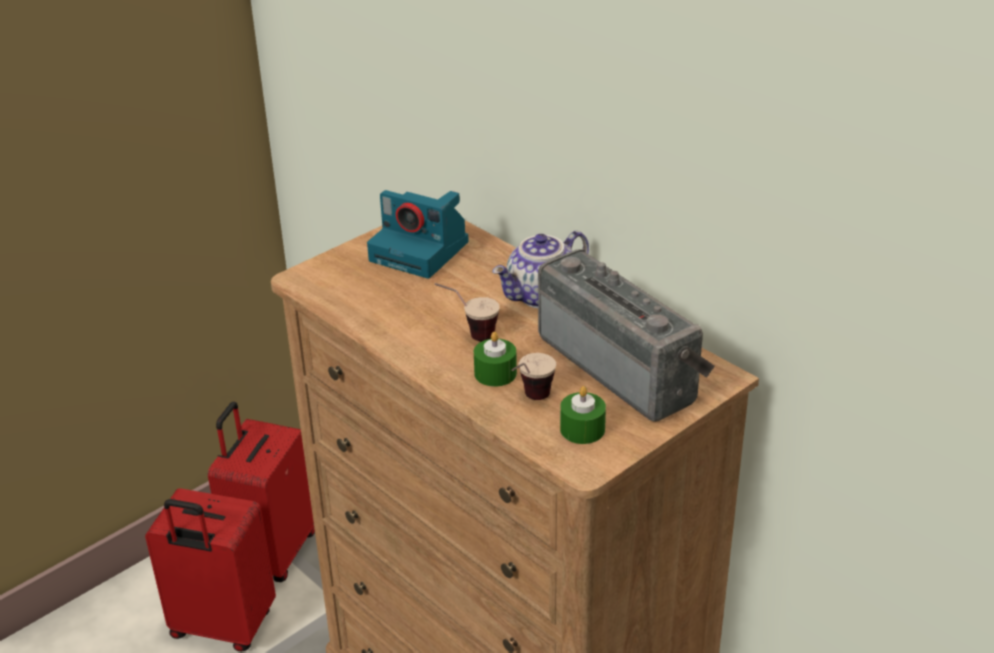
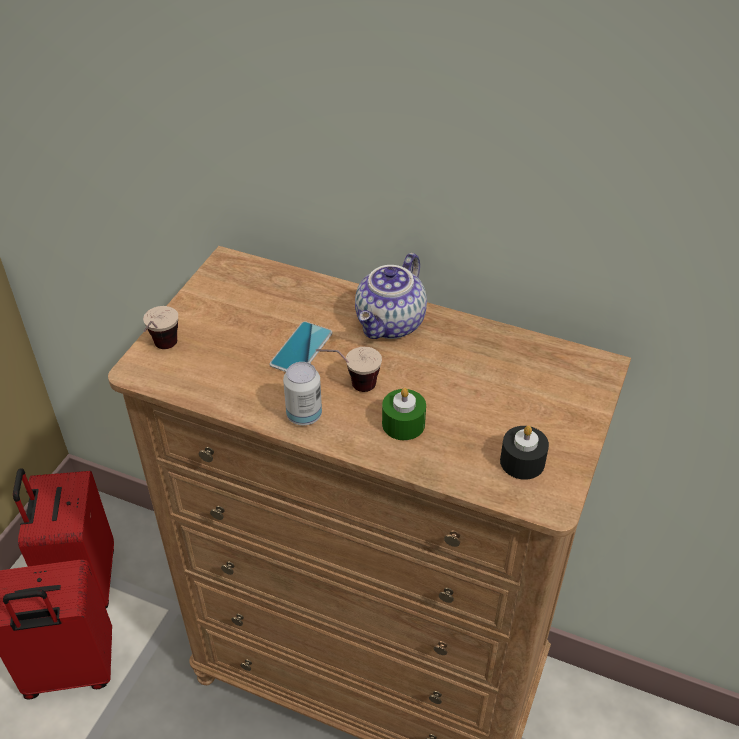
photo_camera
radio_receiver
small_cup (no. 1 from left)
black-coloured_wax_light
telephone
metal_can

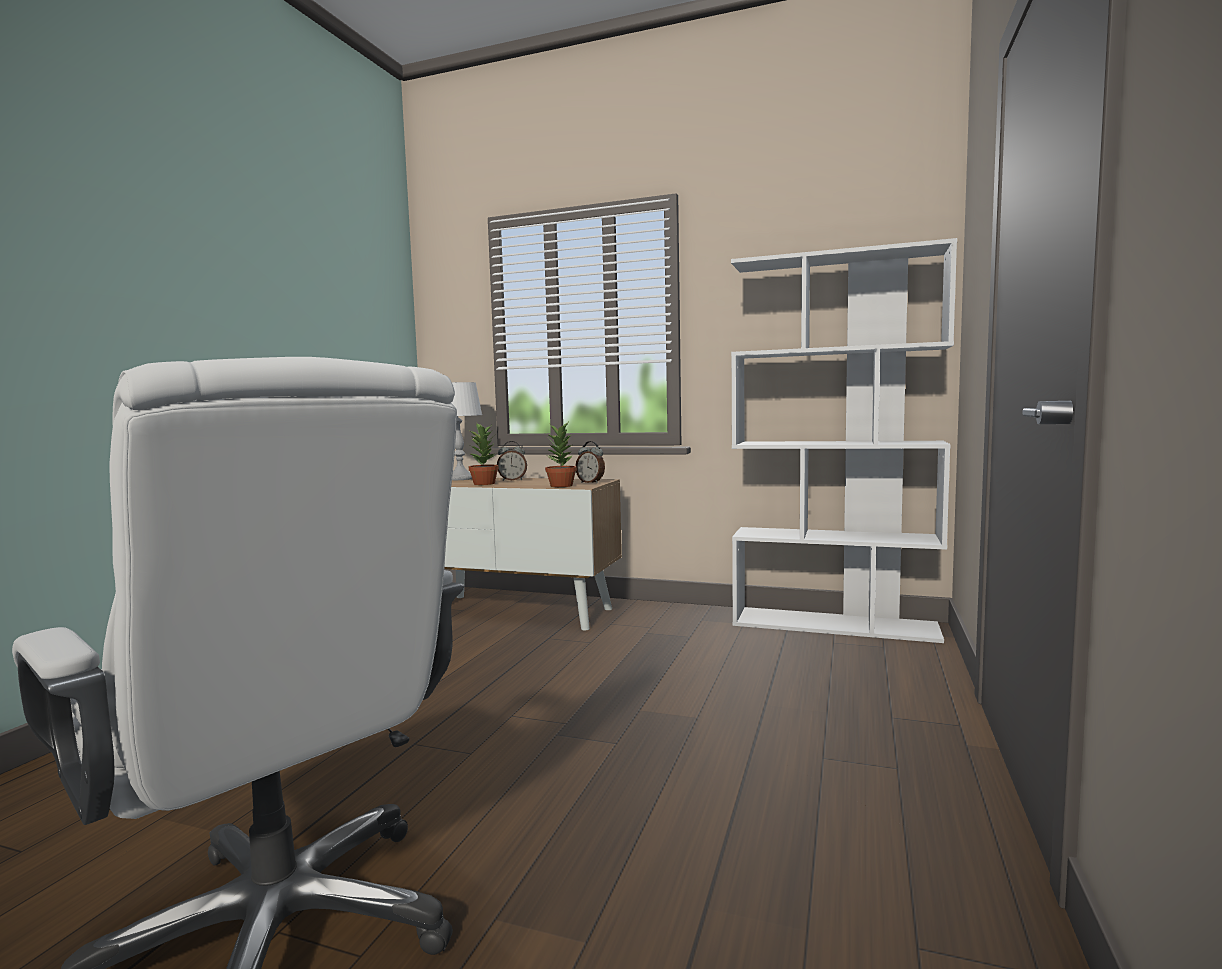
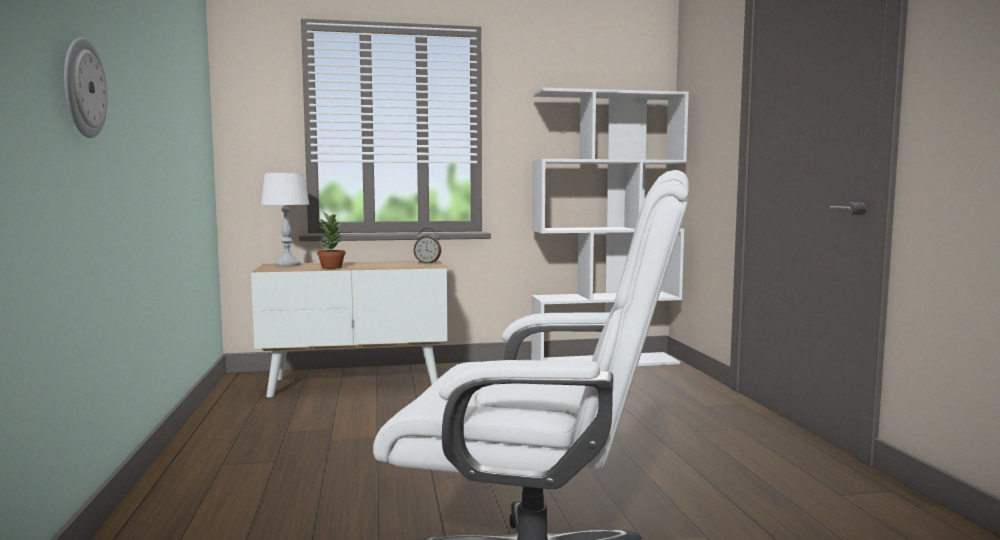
potted_plant (no. 2 from left in the first image)
alarm_clock (no. 1 from left in the first image)
clock_on_the_wall

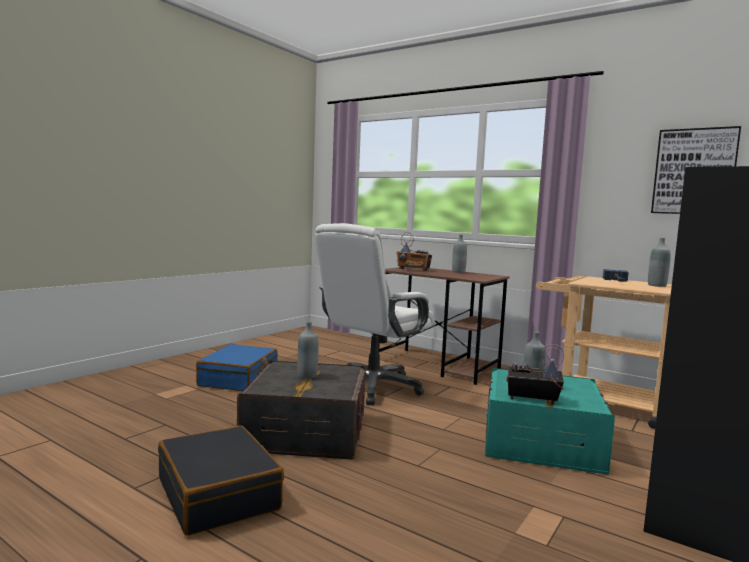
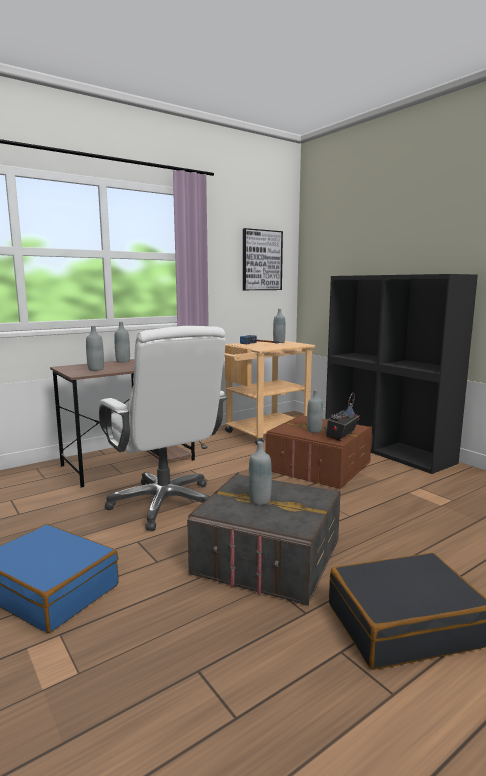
gray_drink_bottle (no. 1 from left)
brown_storage_container

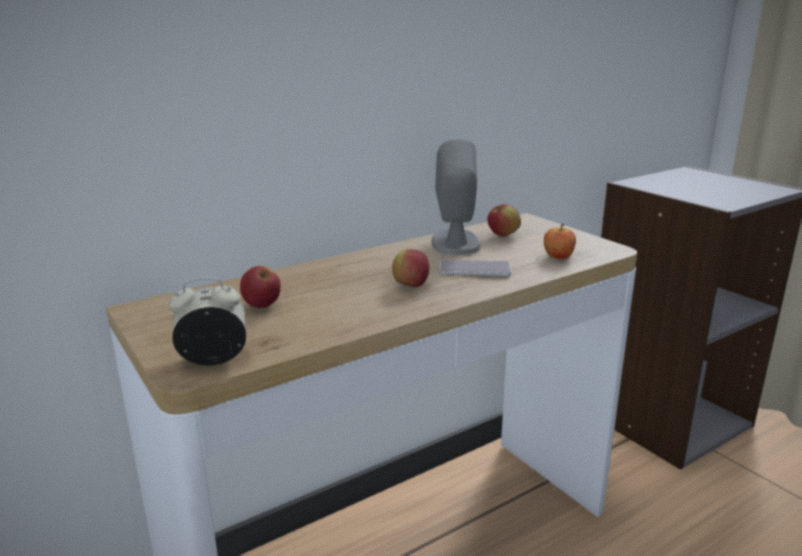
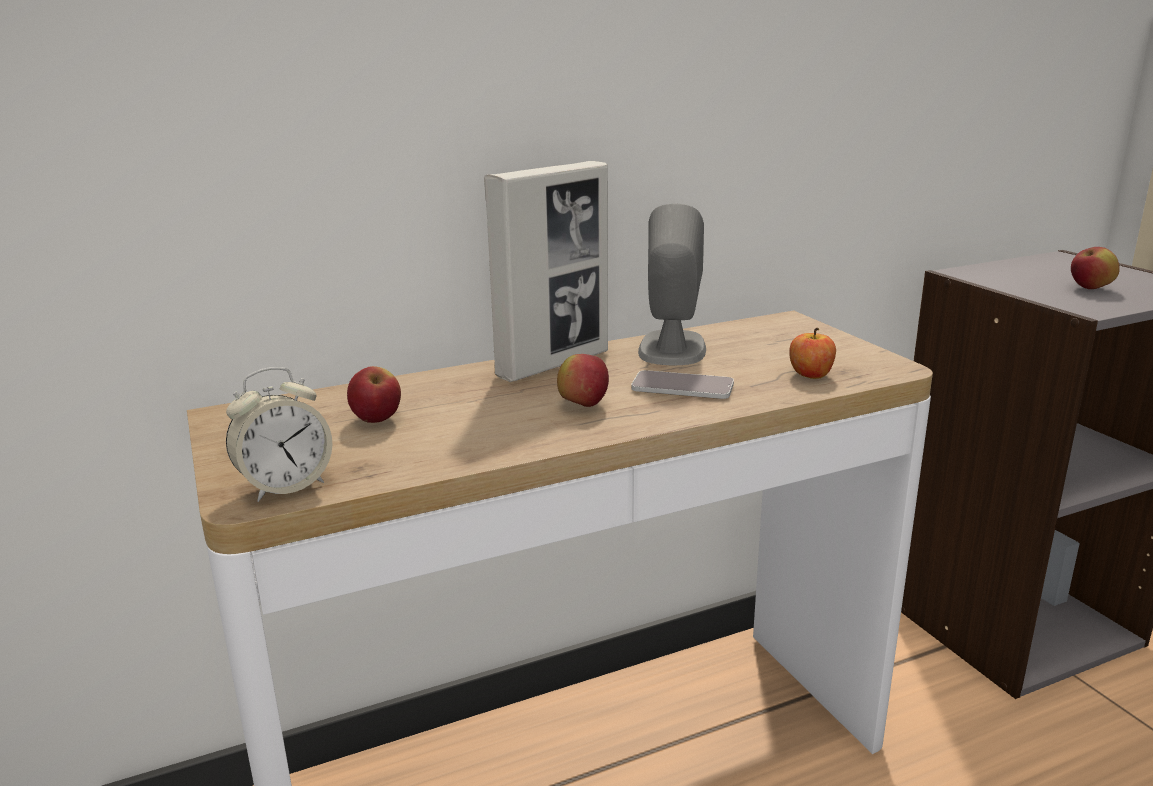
apple (no. 4 from left)
alarm_clock
picture_frame

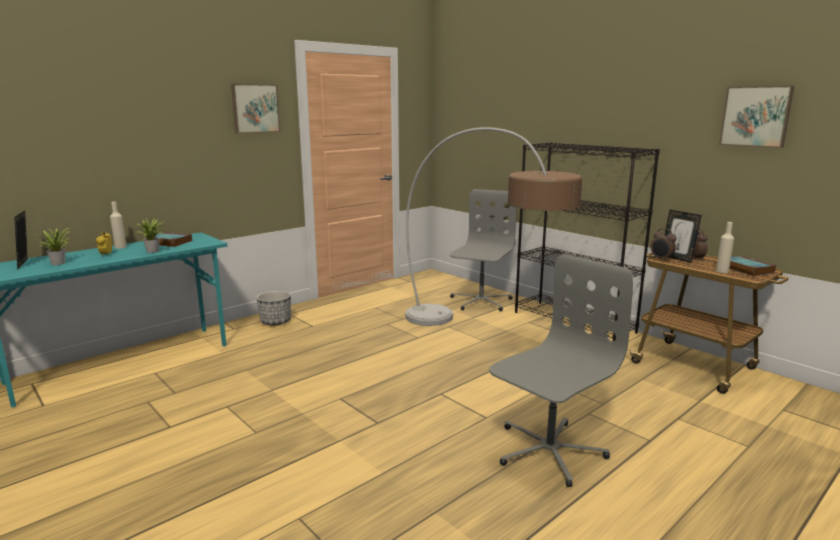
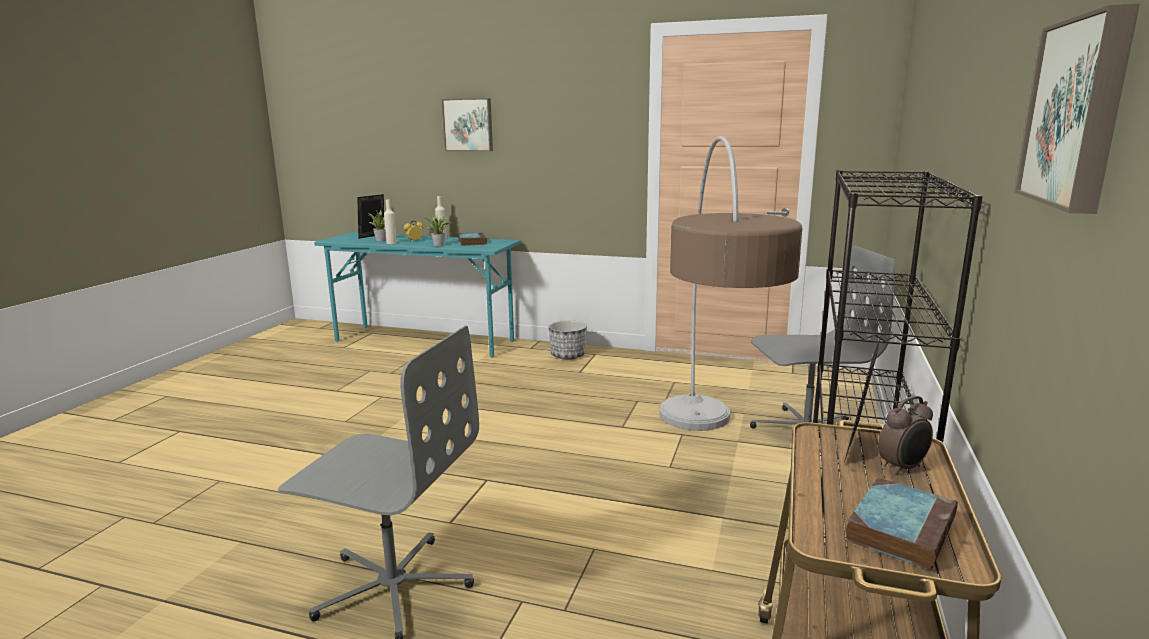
picture (no. 1 from left)
beige_drink_bottle (no. 1 from left)
alarm_clock (no. 2 from left in the first image)

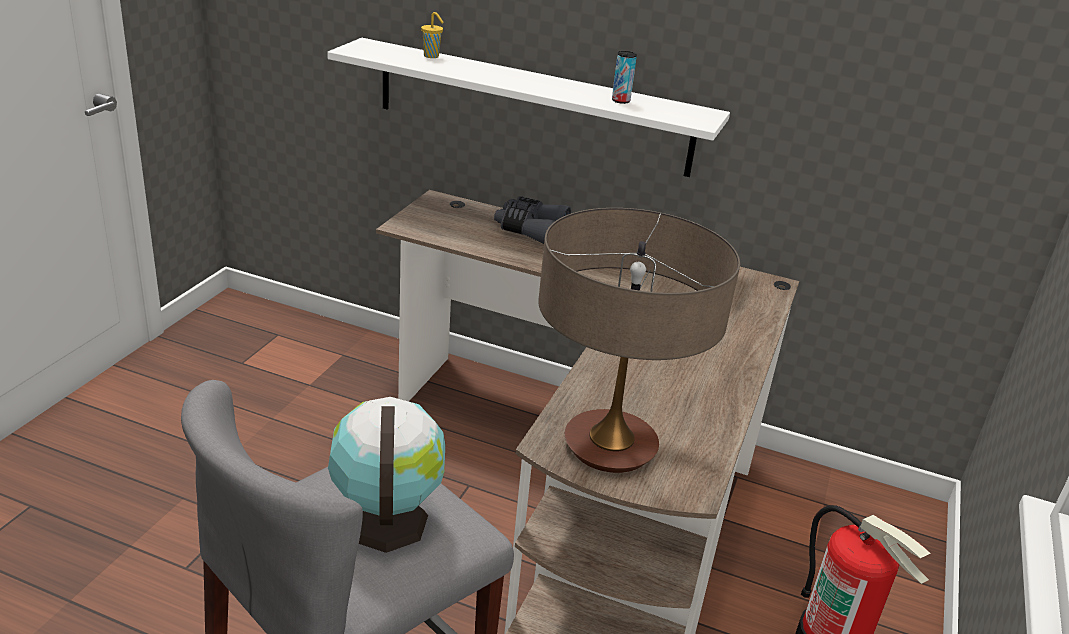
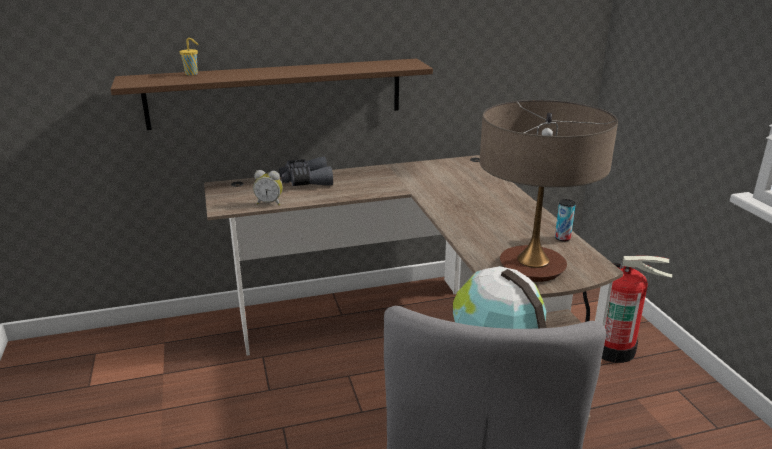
brown_bracket_shelf
metal_can
alarm_clock

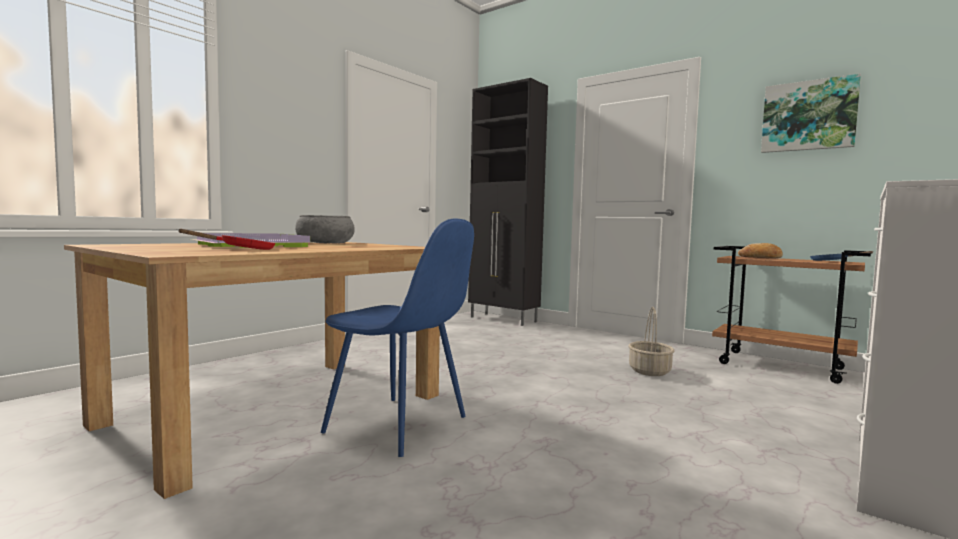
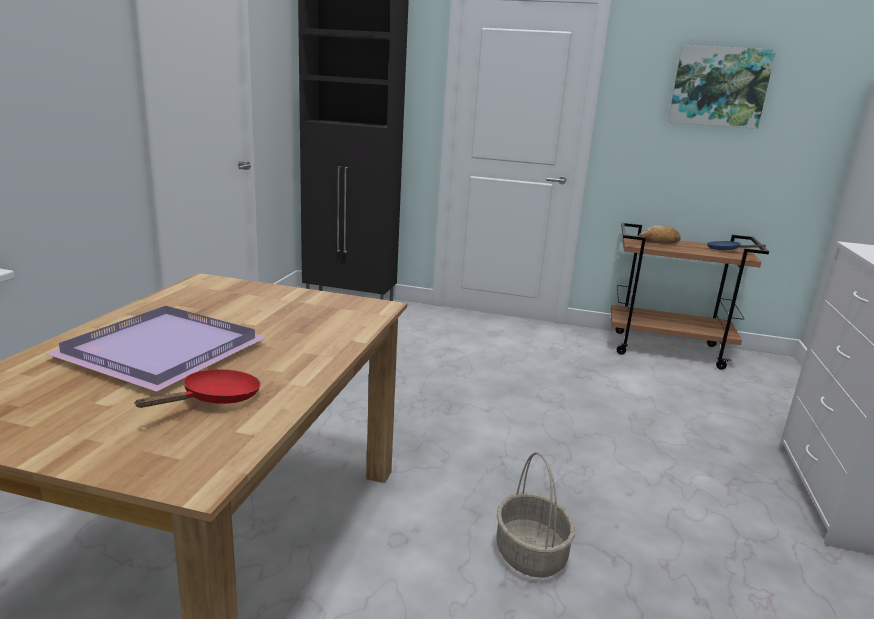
gray_bowl
blue_upright_chair
basket

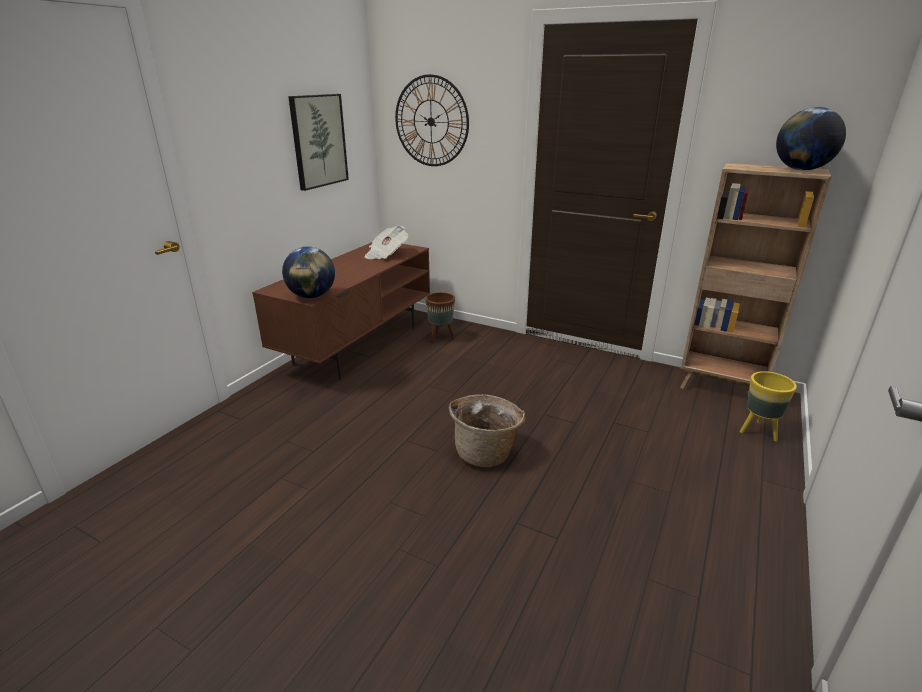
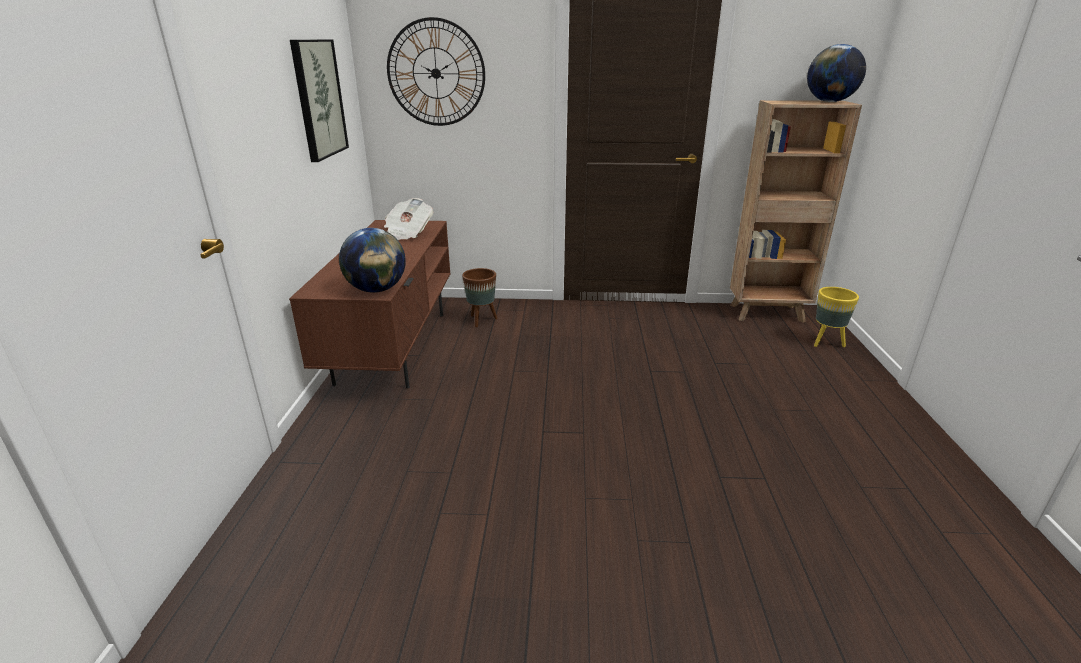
basket

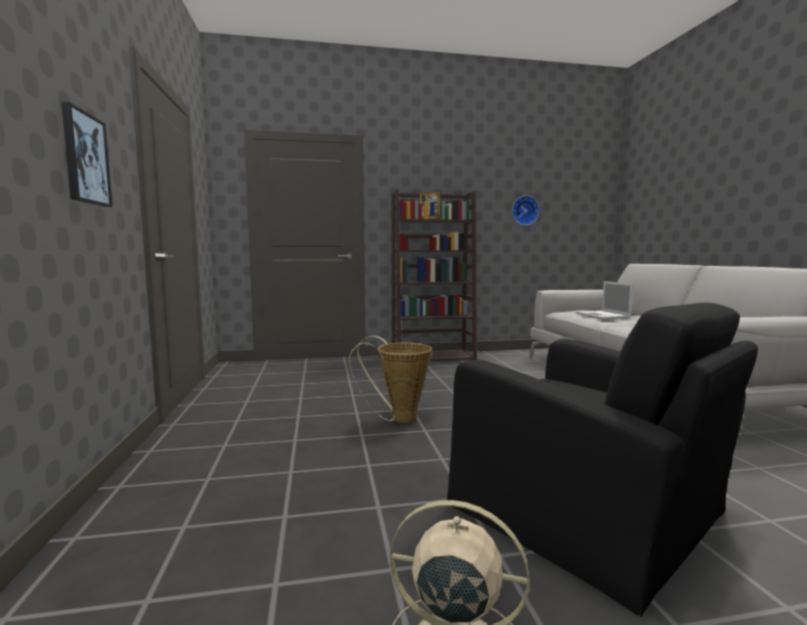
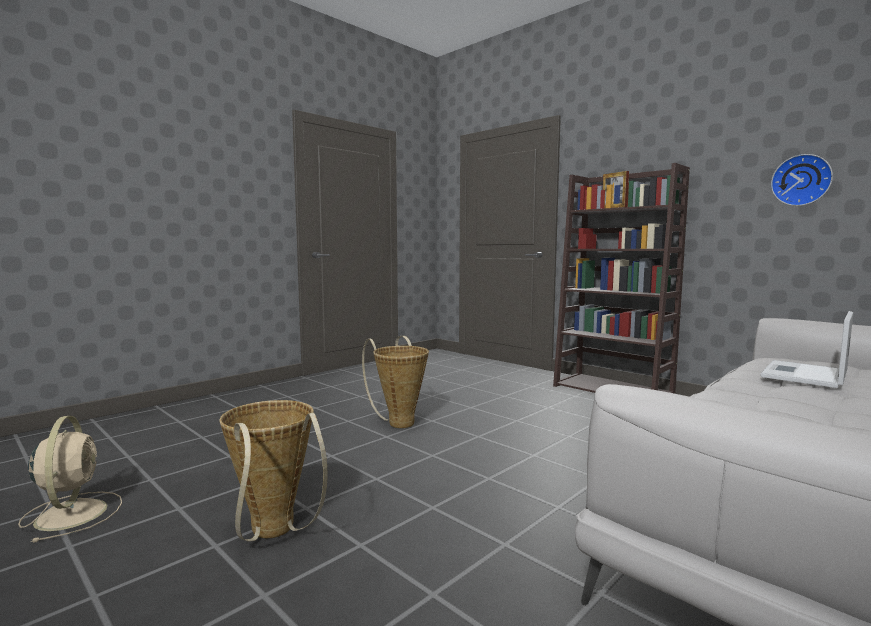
picture
basket (no. 1 from left)

